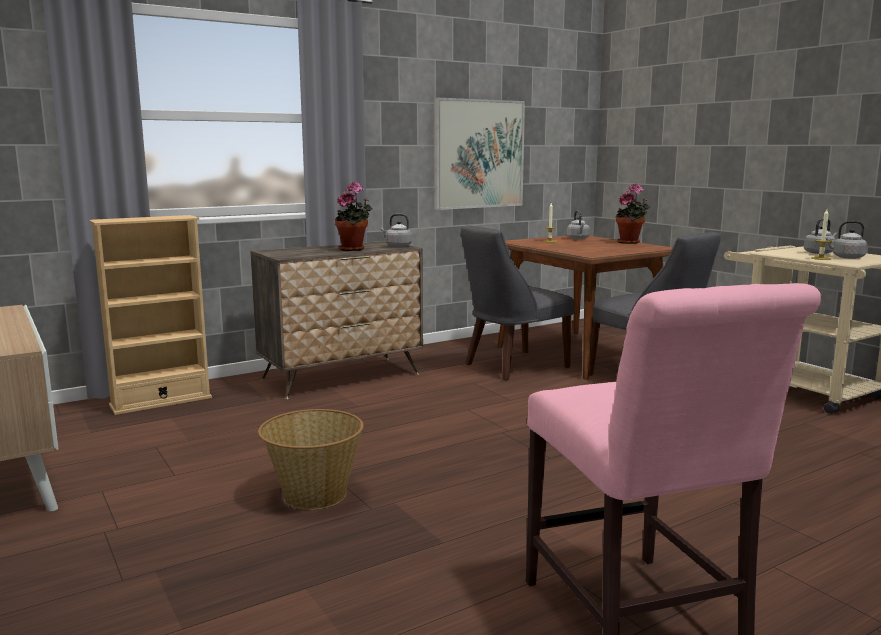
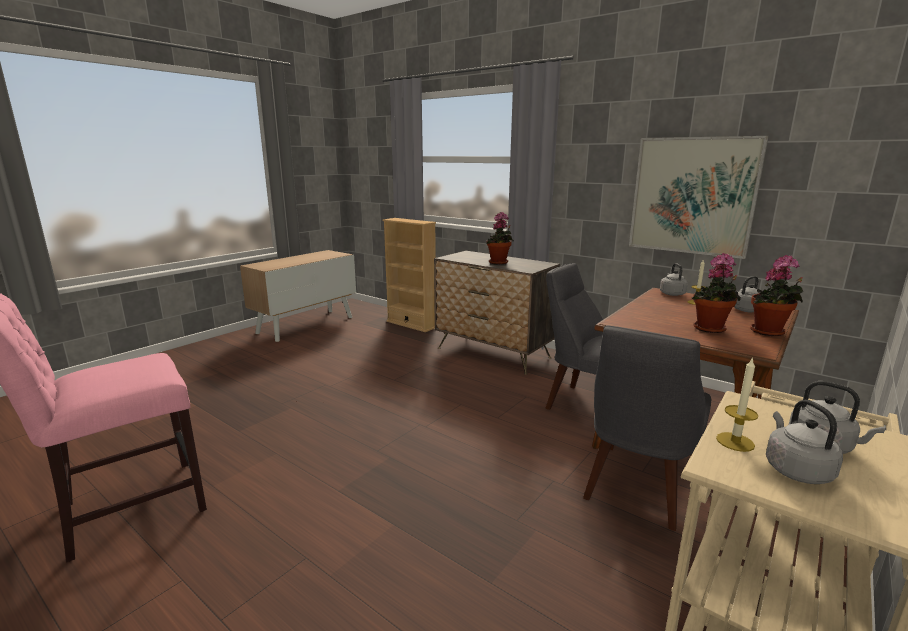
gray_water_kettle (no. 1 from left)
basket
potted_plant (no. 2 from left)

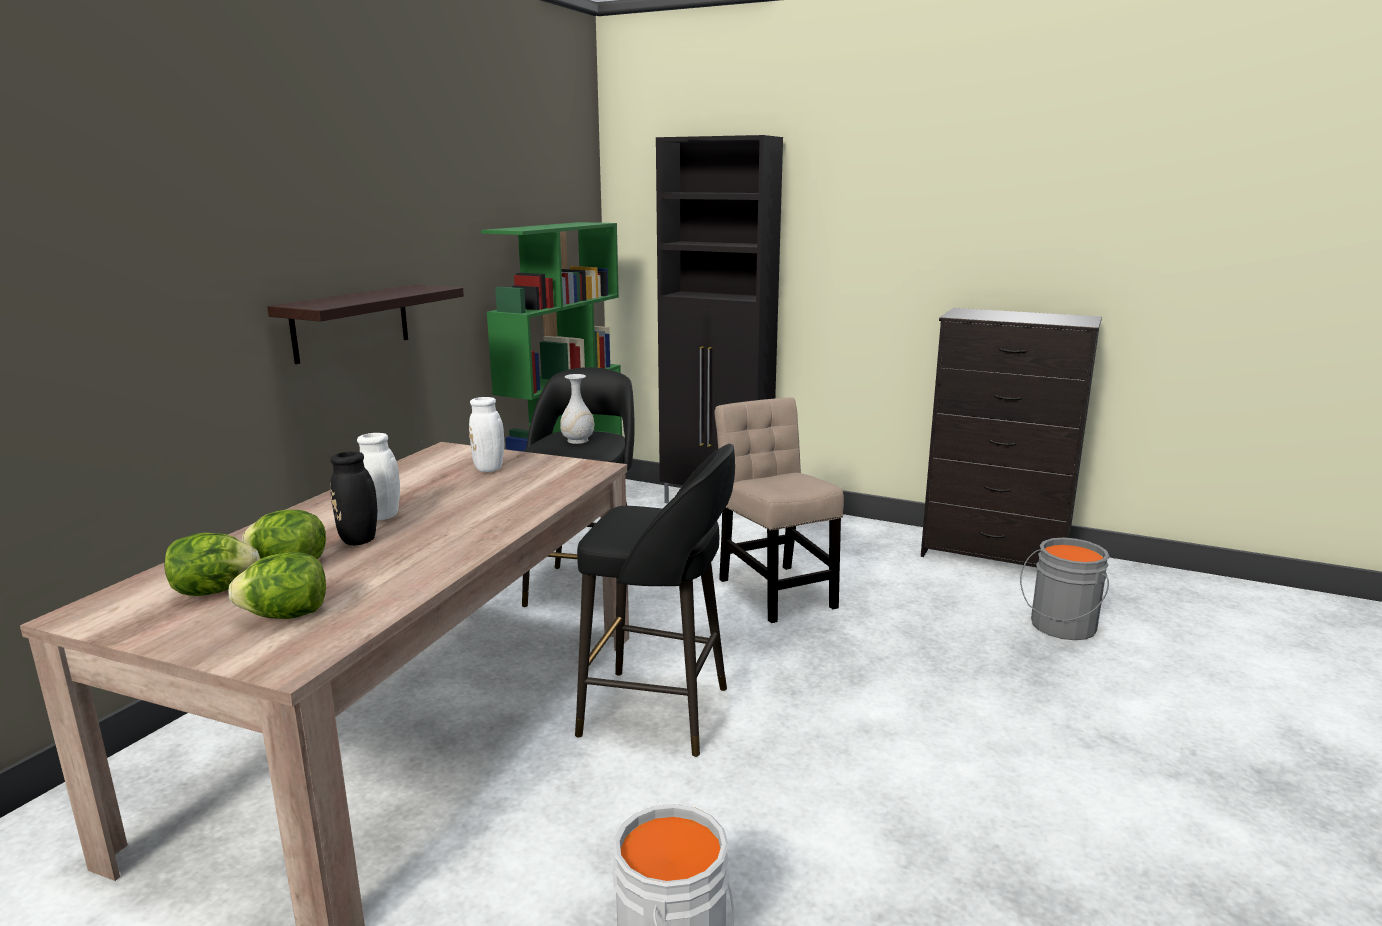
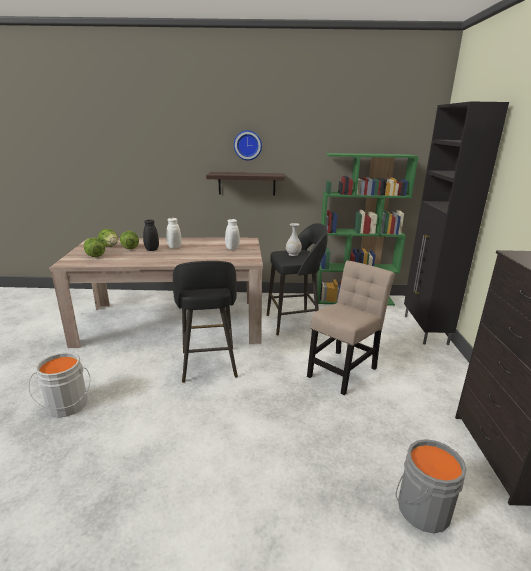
clock_on_the_wall

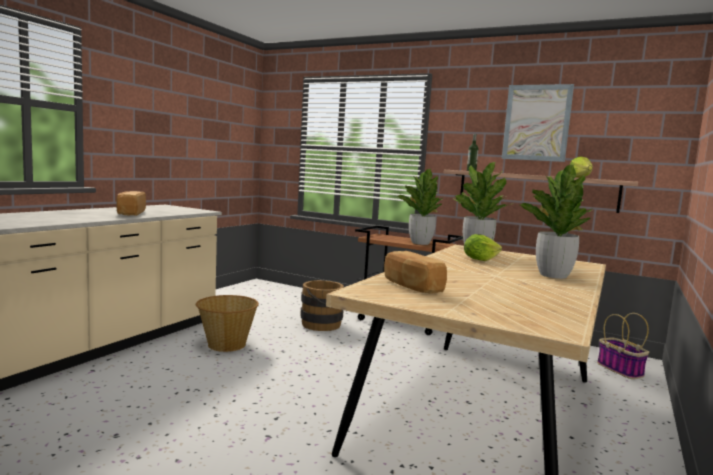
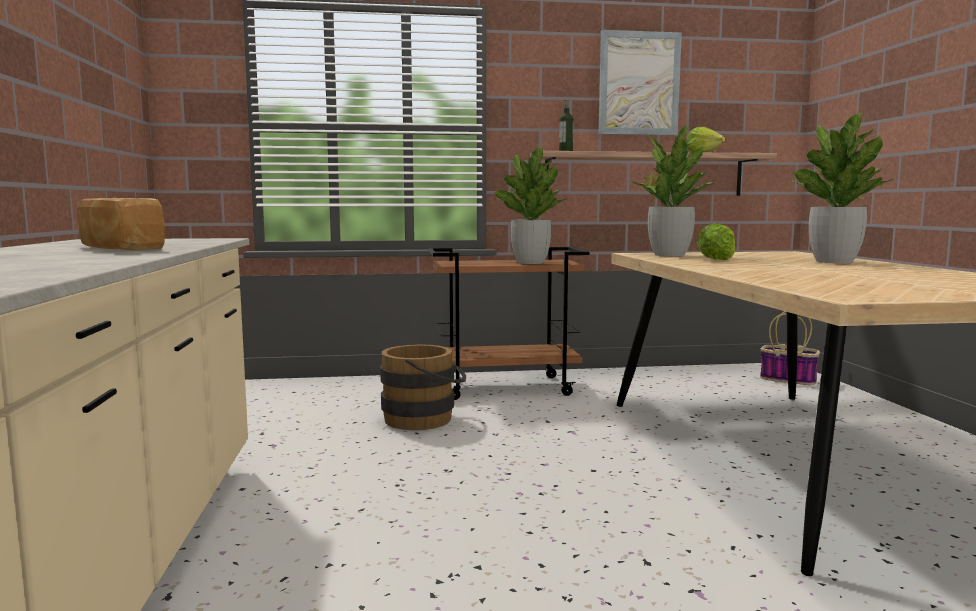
bread (no. 2 from left in the first image)
basket (no. 1 from left in the first image)

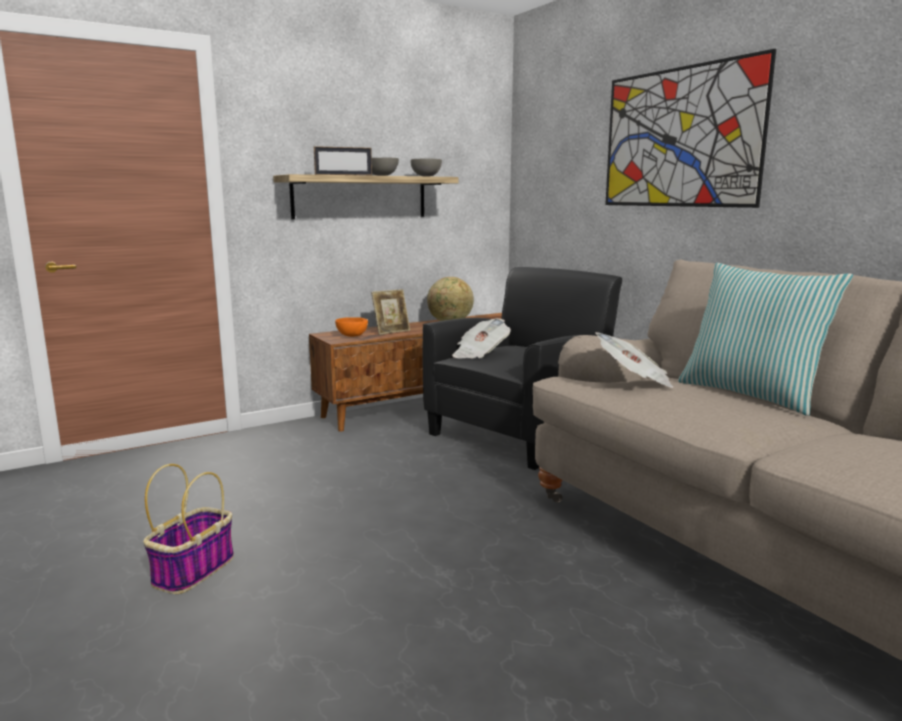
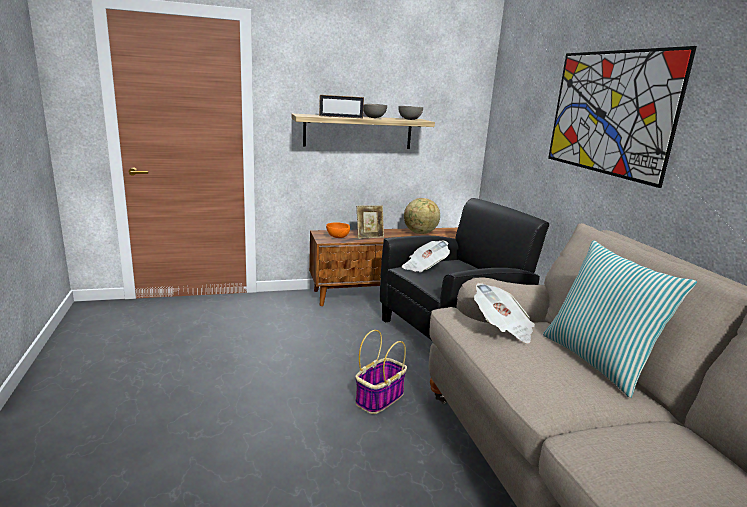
basket

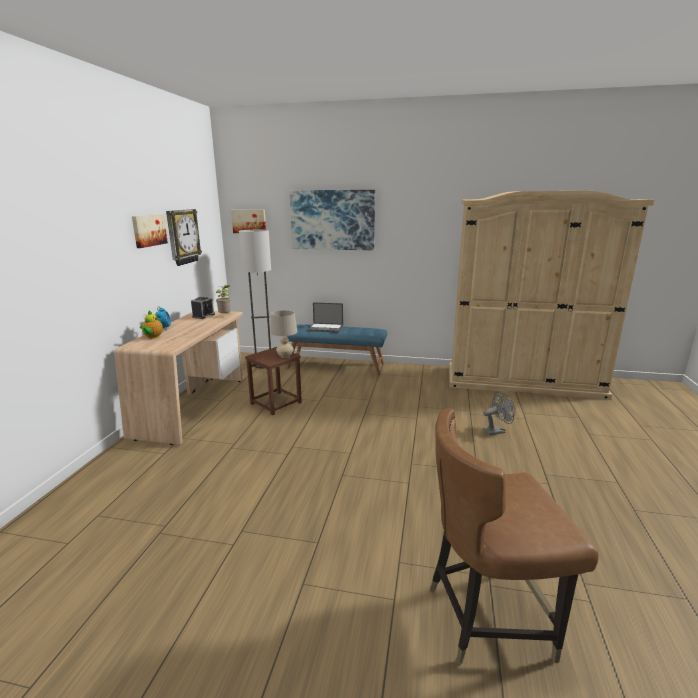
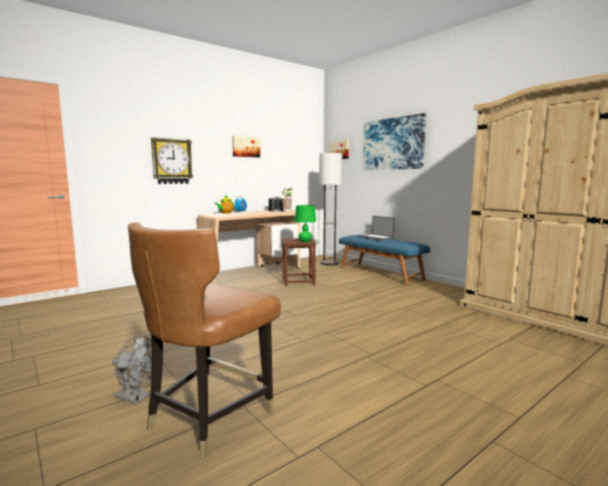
clock_on_the_wall
green_table_lamp
gray_fan
brown_upright_chair

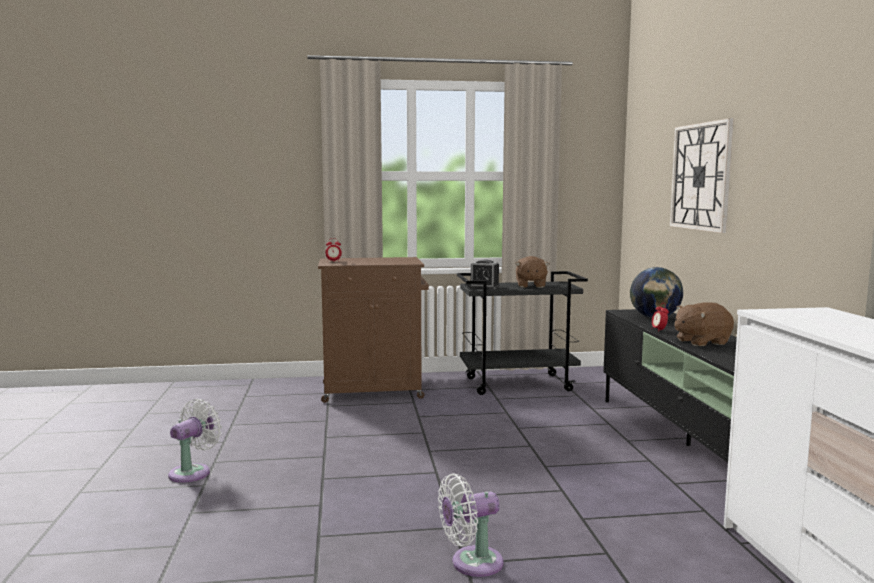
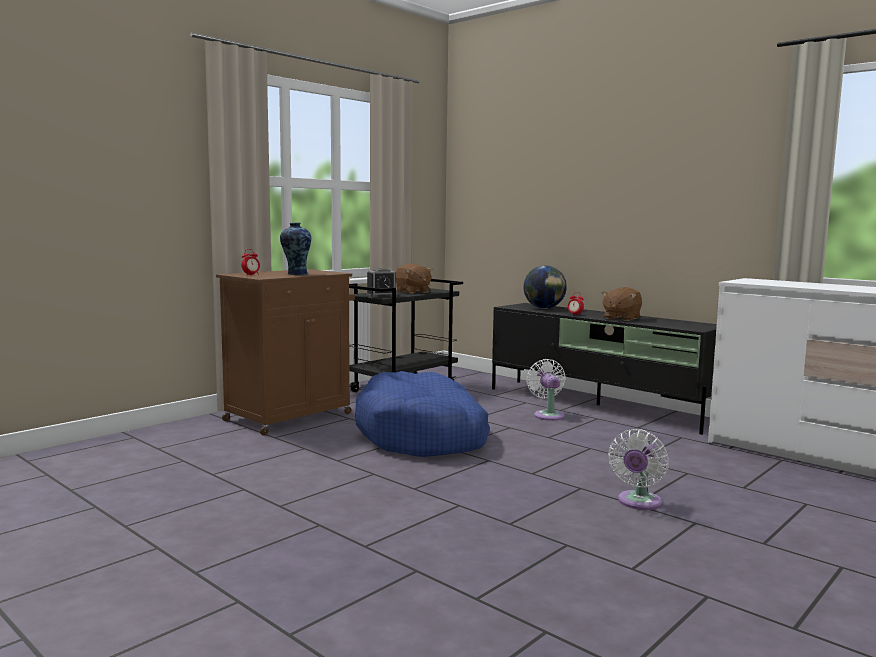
clock_on_the_wall
white_fan (no. 1 from left)
vase
blue_dog_bed

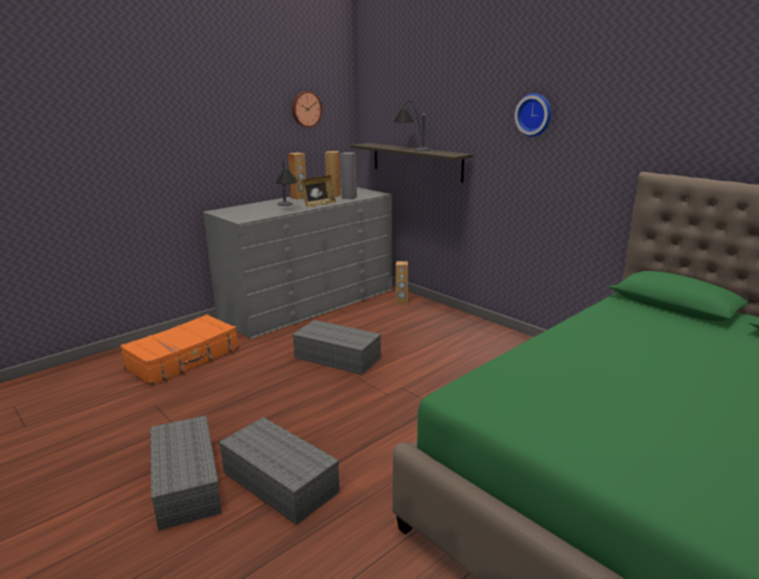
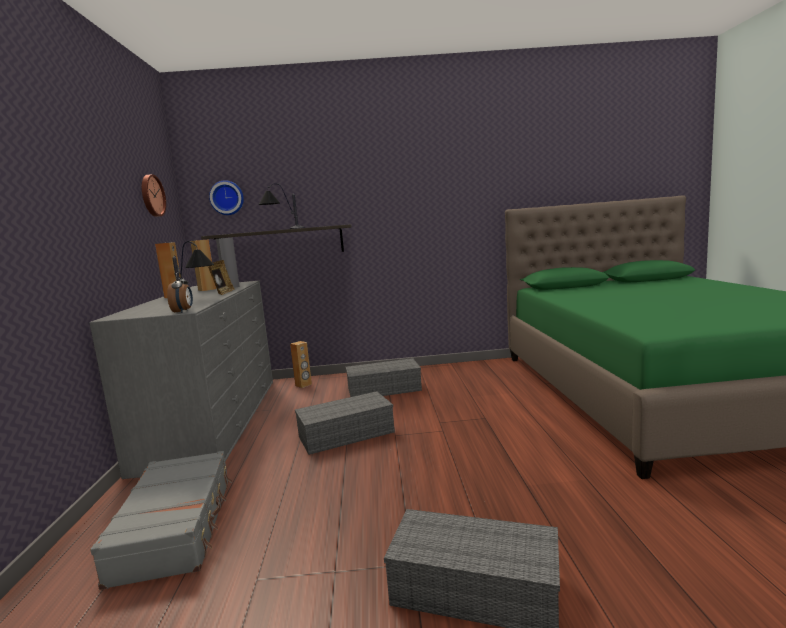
clock_on_the_wall (no. 2 from left)
gray_suitcase
gray_storage_container (no. 2 from left)
alarm_clock

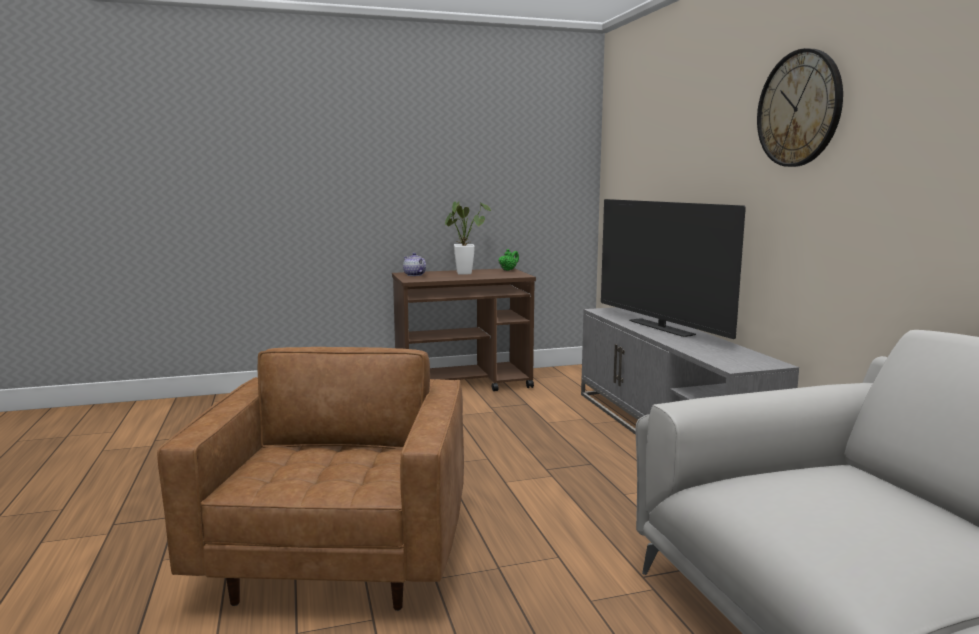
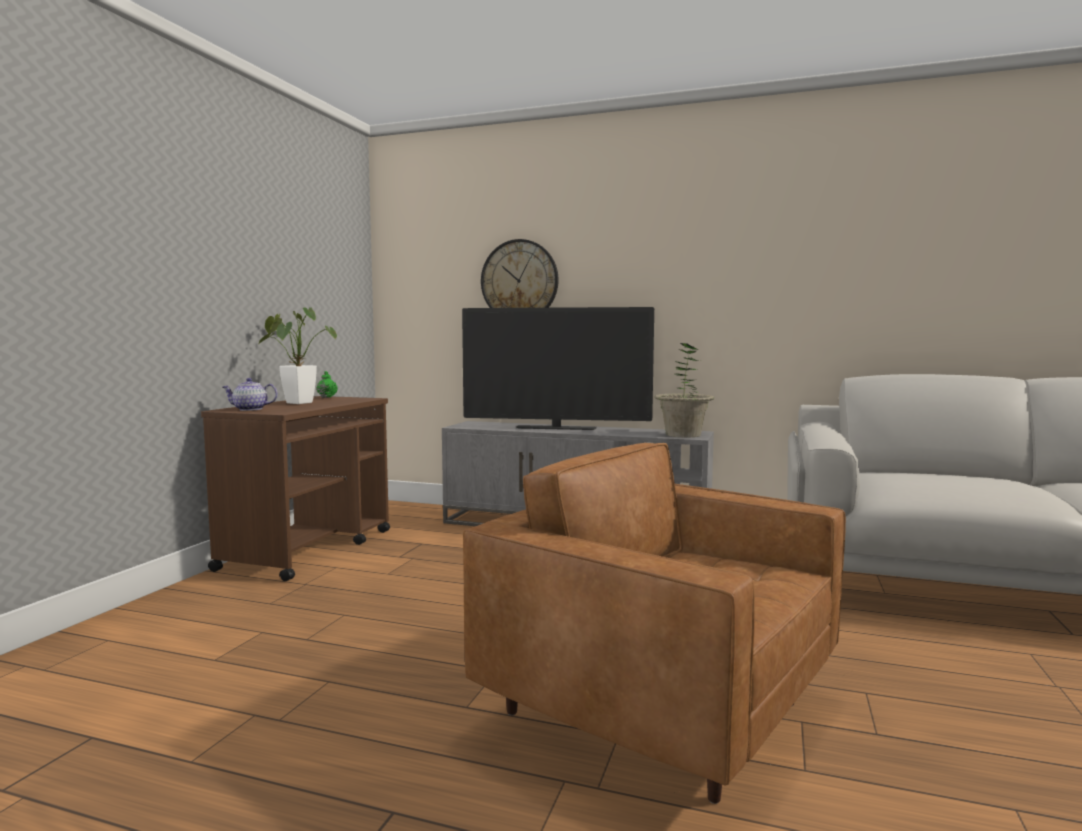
clock_on_the_wall
potted_plant (no. 2 from left)

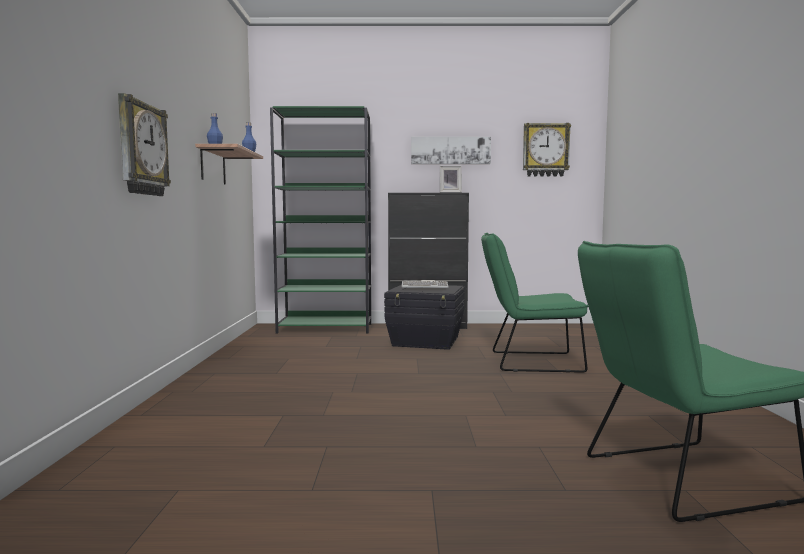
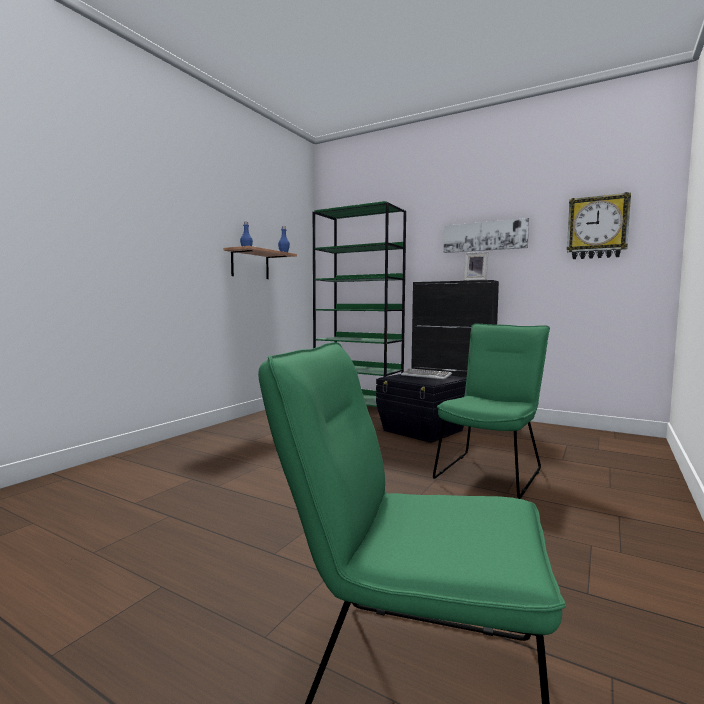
clock_on_the_wall (no. 1 from left in the first image)
green_upright_chair (no. 2 from left)

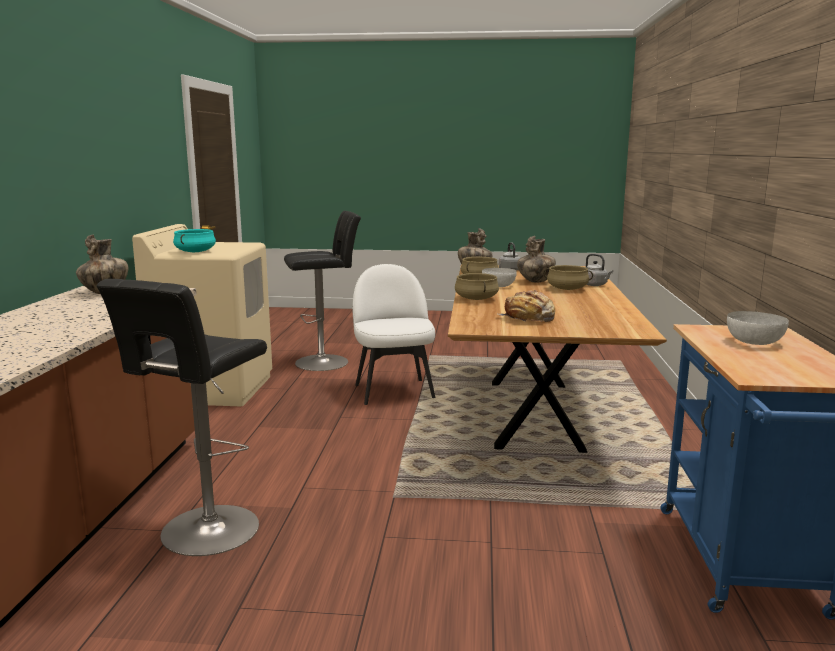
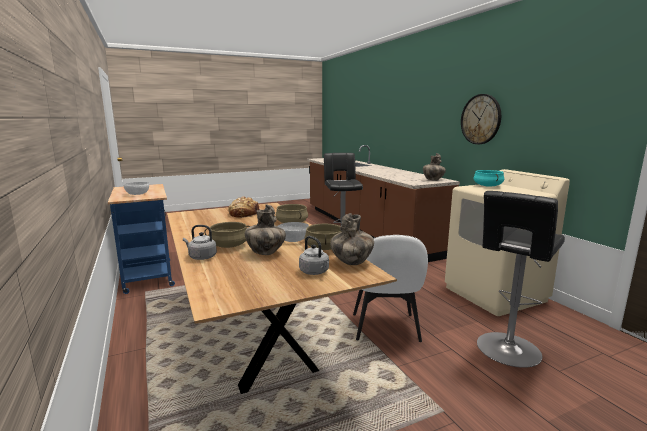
white_upright_chair
clock_on_the_wall

